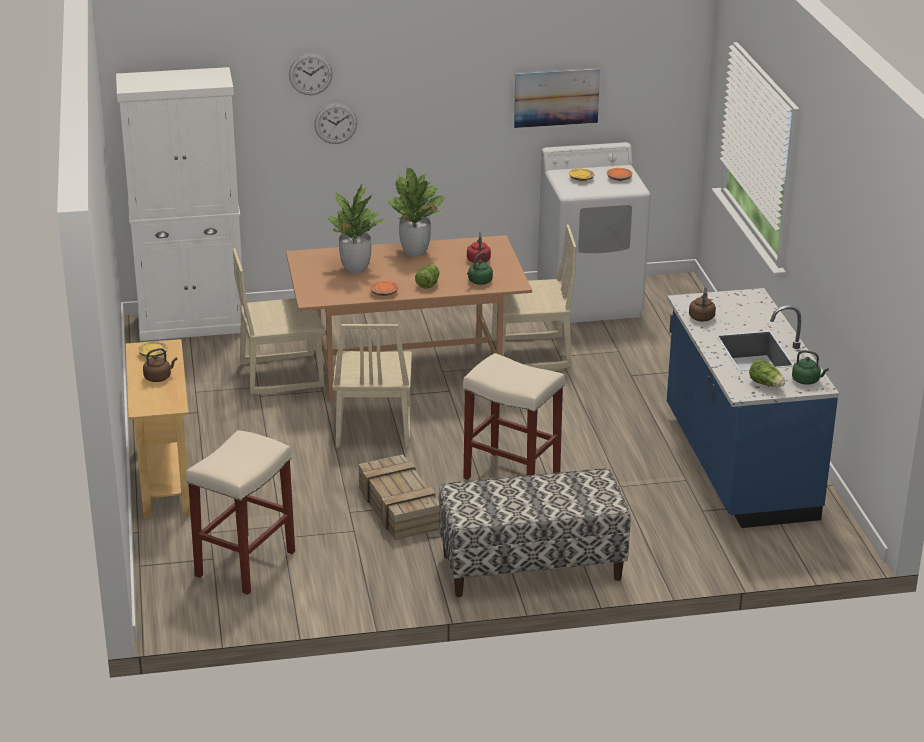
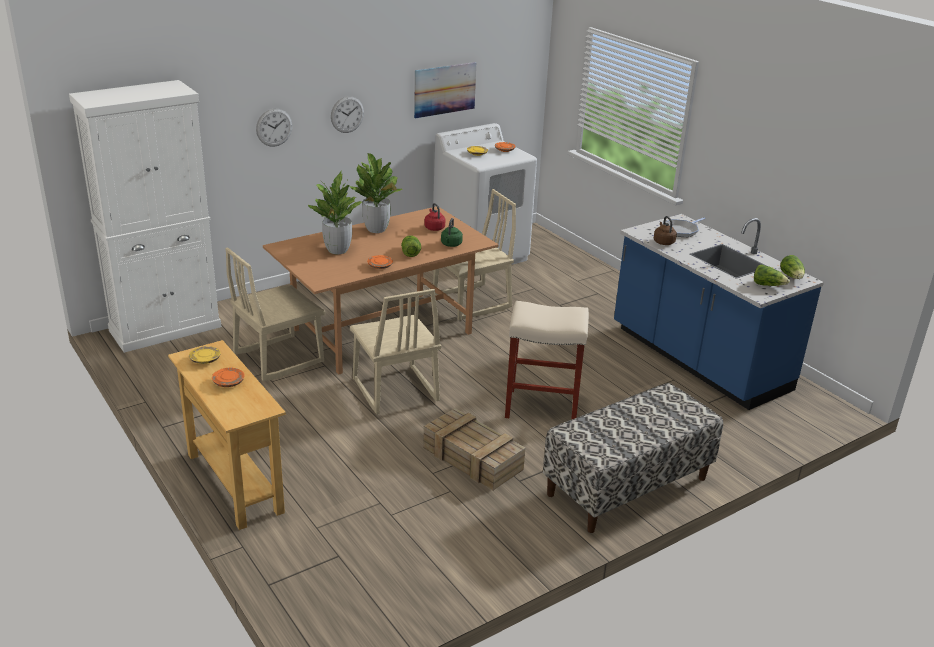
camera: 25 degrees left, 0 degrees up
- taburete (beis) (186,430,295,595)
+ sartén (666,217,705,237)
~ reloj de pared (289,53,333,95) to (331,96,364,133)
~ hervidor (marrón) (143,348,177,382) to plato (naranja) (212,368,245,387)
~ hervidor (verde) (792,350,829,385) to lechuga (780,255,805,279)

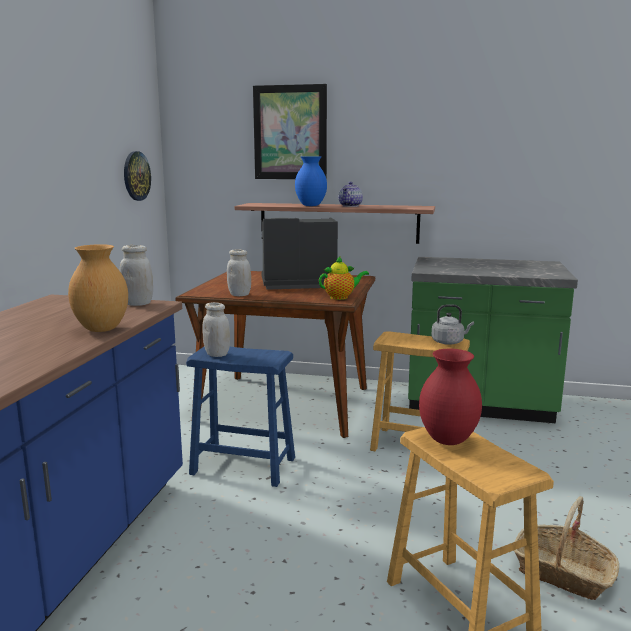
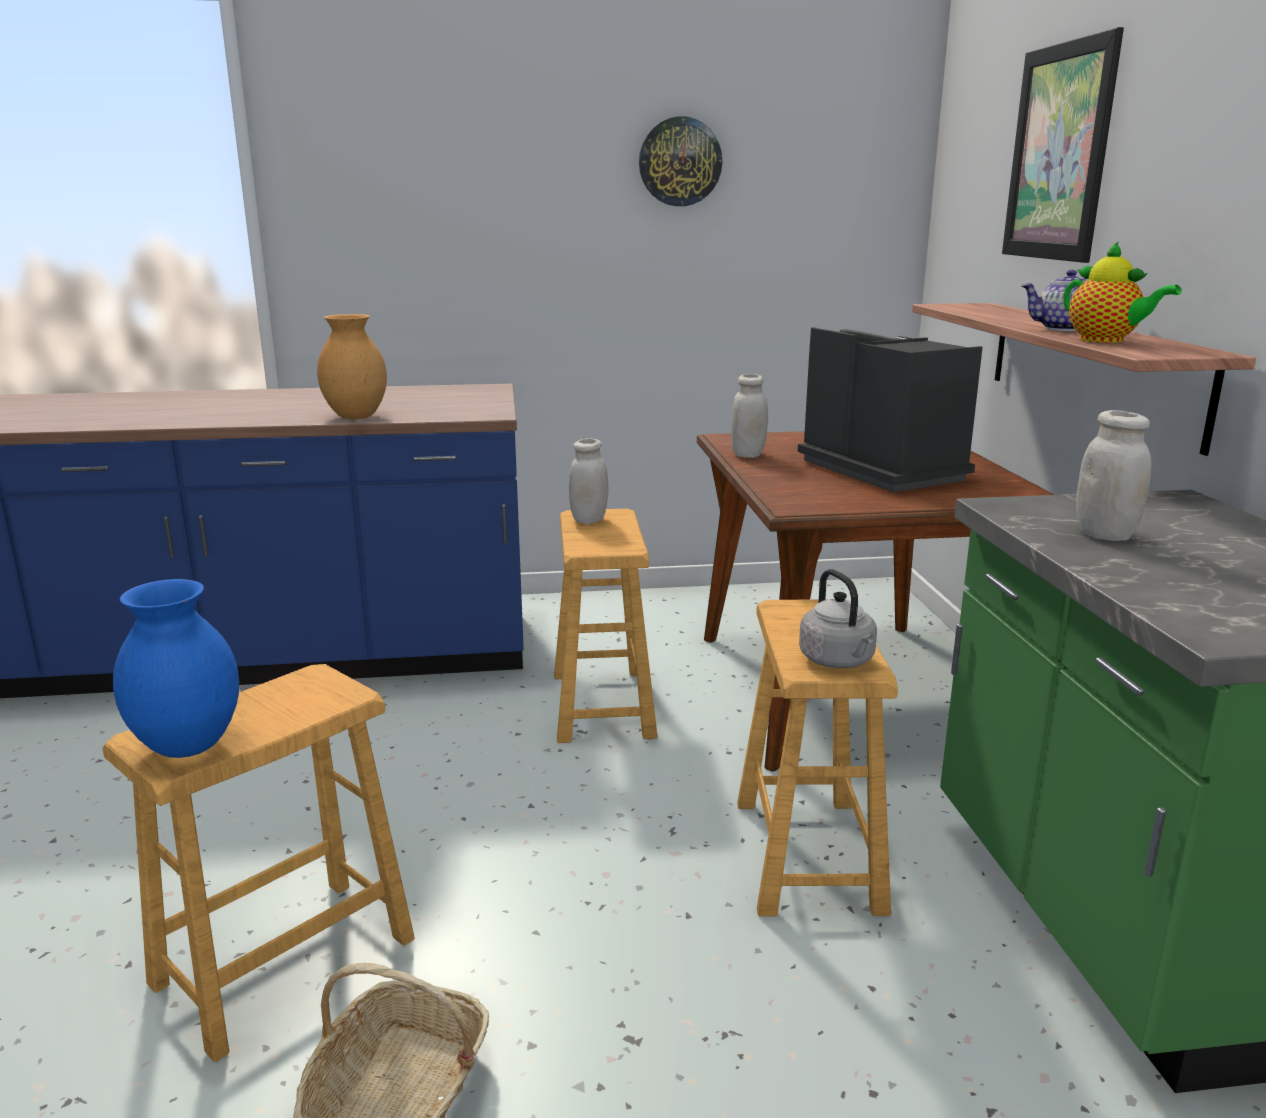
camera: 70 degrees right, 5 degrees up
- florero (rojo) (419,349,482,445)
~ tarro (blanco) (119,245,153,306) to (1076,410,1151,541)
~ reloj de pared (124,151,151,201) to (639,116,722,206)
~ florero (azul) (295,157,327,206) to (113,579,239,758)
~ tetera (319,256,369,300) to (1063,241,1182,343)
~ taburete (azul) (186,347,295,487) to taburete (marrón) (554,509,658,743)

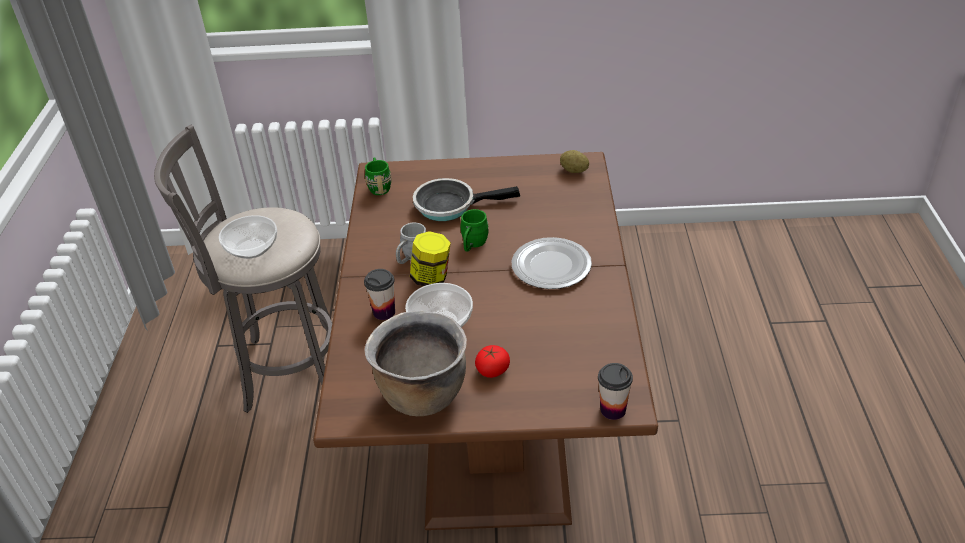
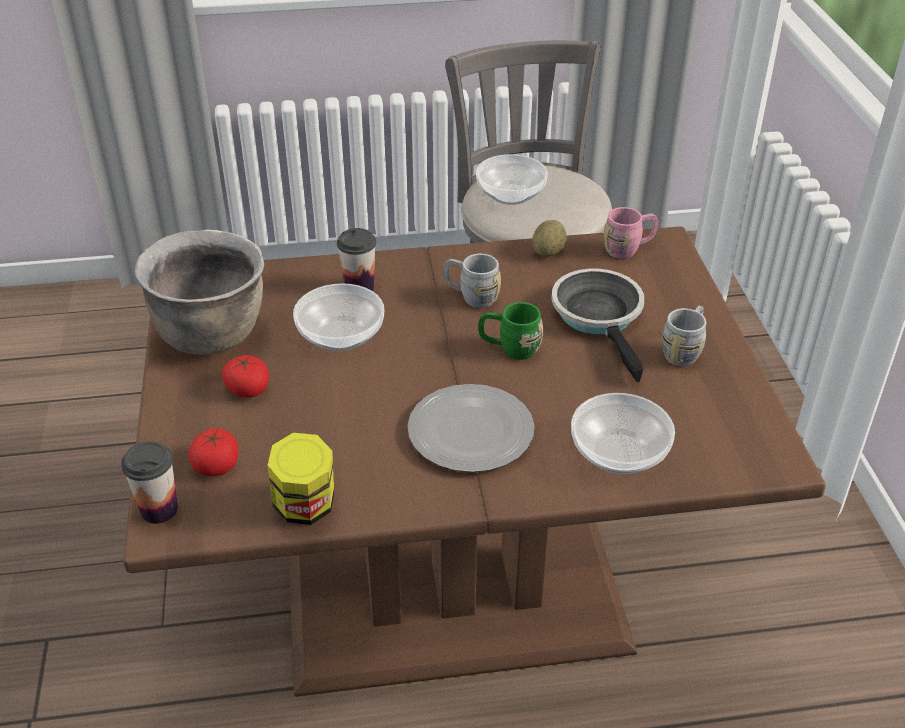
camera: 80 degrees right, 0 degrees up
+ tomate (188,428,238,476)
+ cuenco (571,393,675,474)
+ taza grande (gris) (662,306,706,366)
~ tarro (410,231,451,286) to (267,433,334,525)
~ patata (560,150,589,173) to (533,220,567,256)
~ taza grande (verde) (365,158,391,195) to taza grande (rosa) (604,207,658,259)

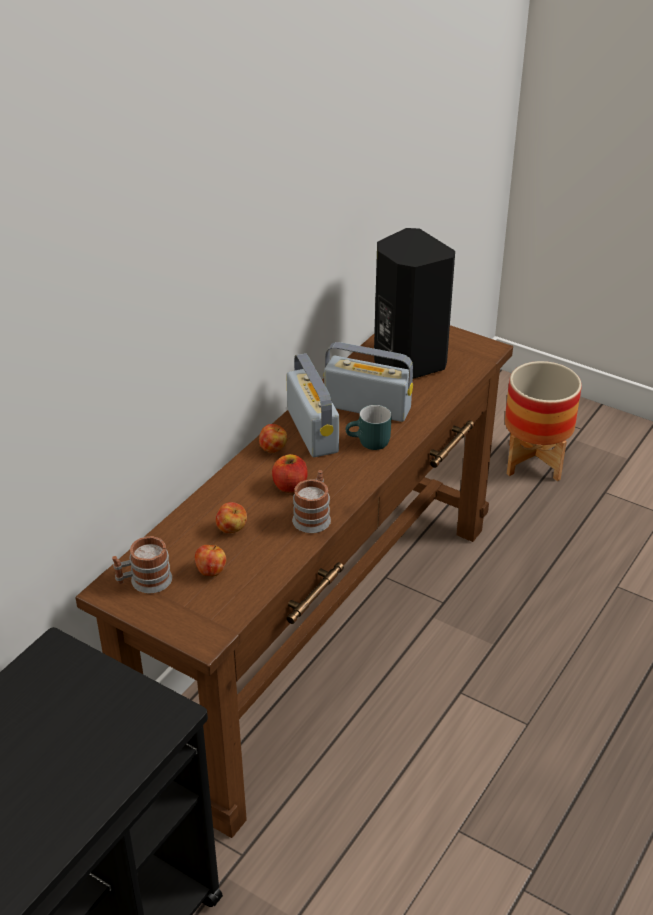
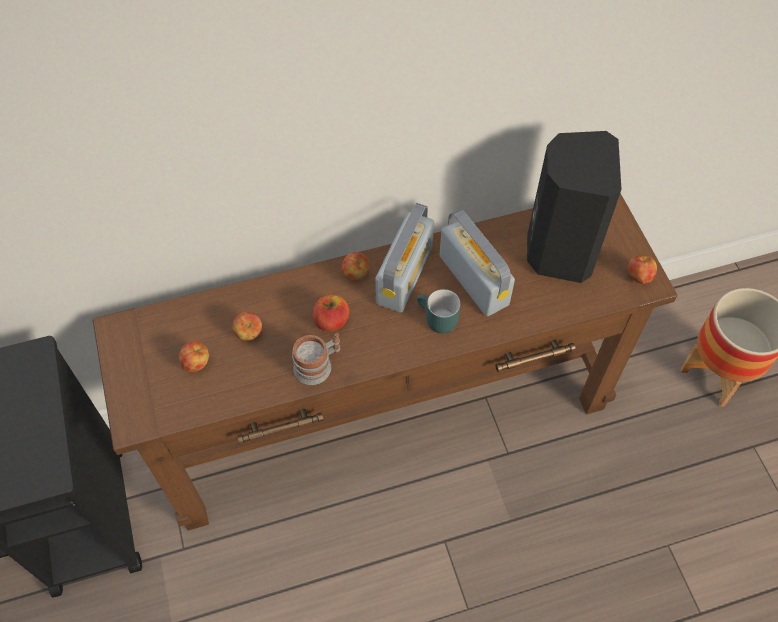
camera: 40 degrees right, 20 degrees up
- taza grande (112,536,172,593)
+ manzana (628,255,657,284)

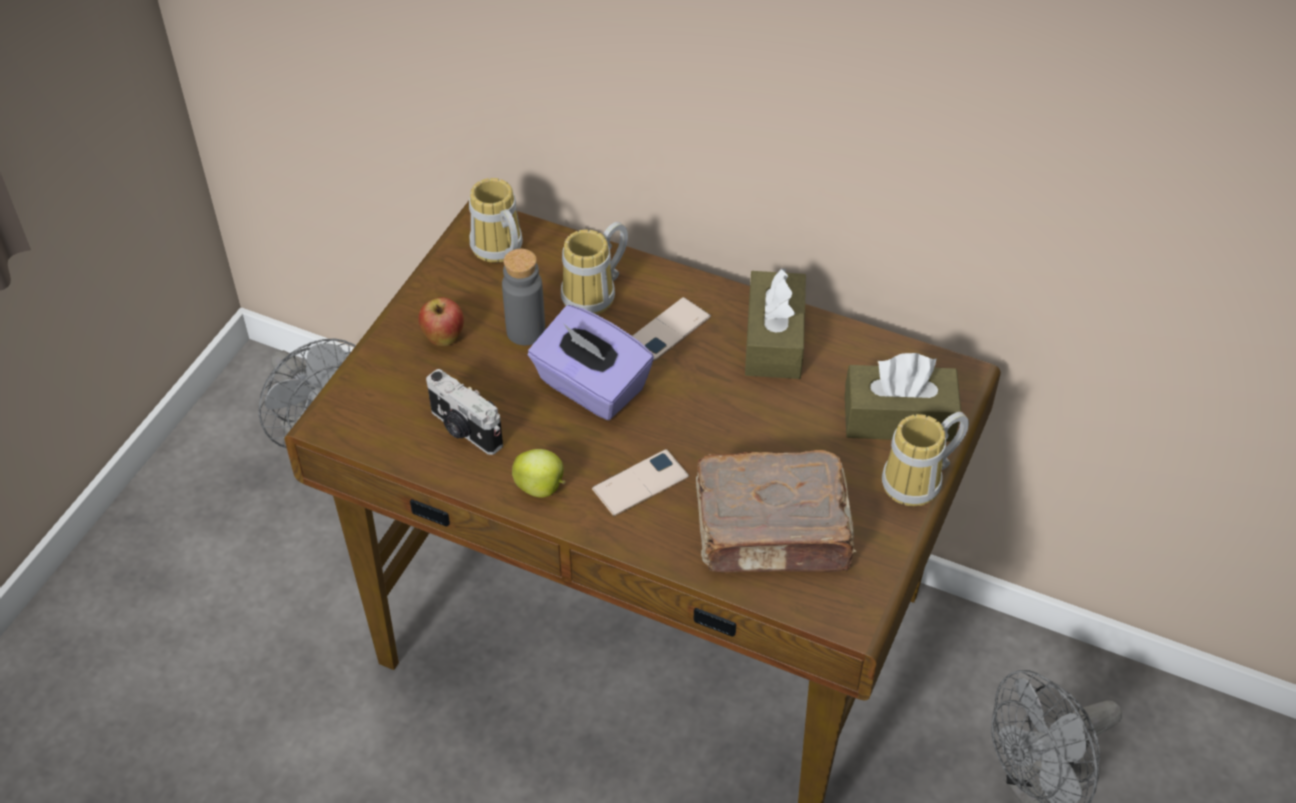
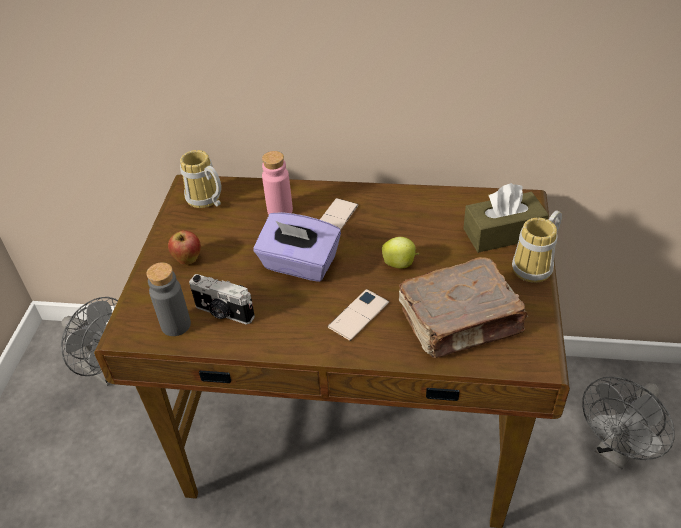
camera: 15 degrees left, 5 degrees down
- caja de pañuelos (marrón) (745,268,806,379)
~ botella (gris) (502,249,545,345) to (146,262,191,336)
~ manzana (512,449,566,498) to (382,237,419,269)
~ taza grande (561,222,628,315) to botella (rosa) (262,151,293,215)

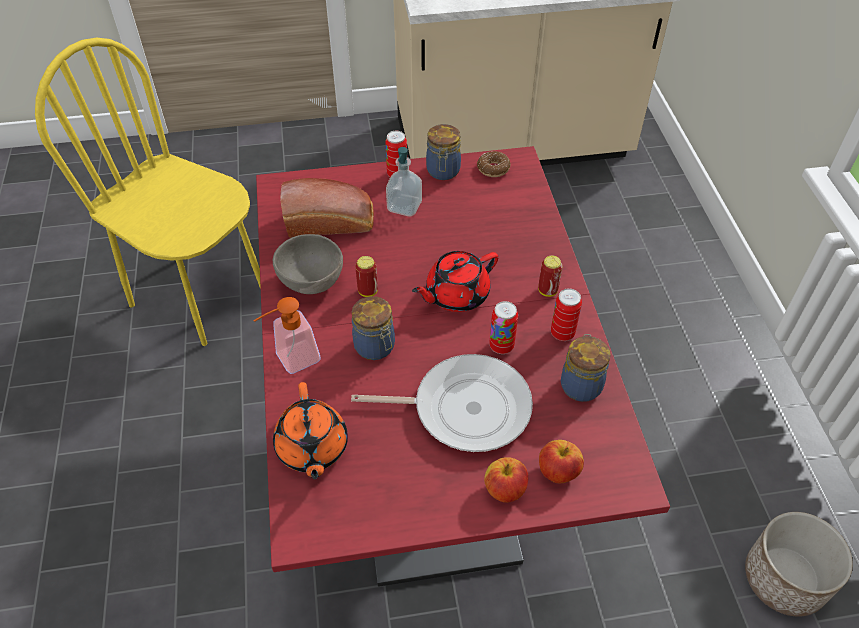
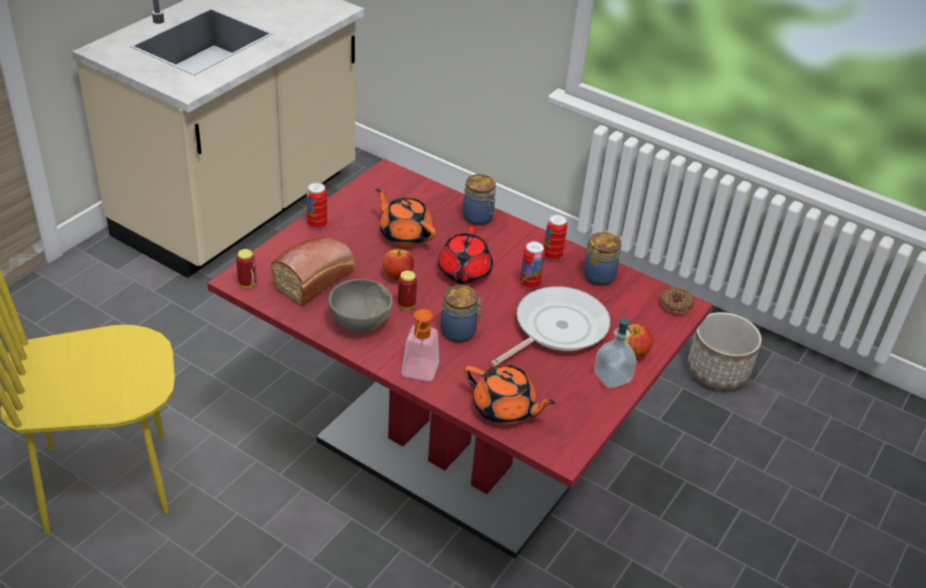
camera: 50 degrees left, 10 degrees down
+ tetera (naranja) (375,189,436,246)
~ dispensador de jabón (386,147,422,217) to (594,318,637,388)
~ tarro (426,124,461,180) to (462,174,496,225)
~ rosquilla (477,151,511,177) to (660,287,694,314)
~ lata (538,255,563,297) to (236,249,257,288)
~ manzana (539,440,584,483) to (382,249,414,281)

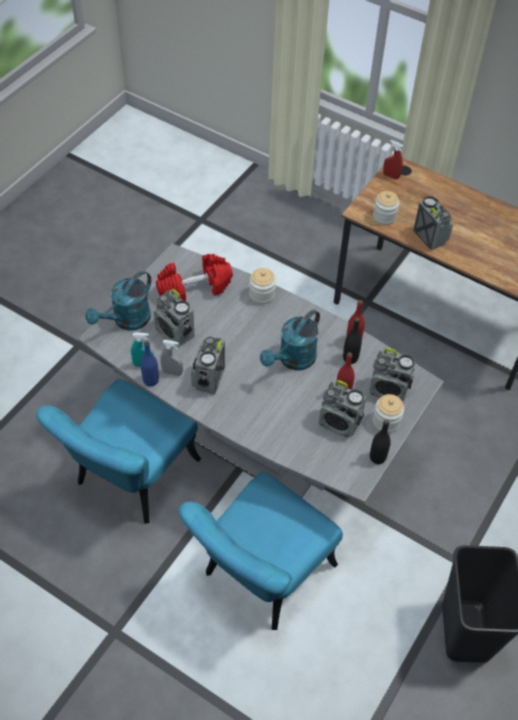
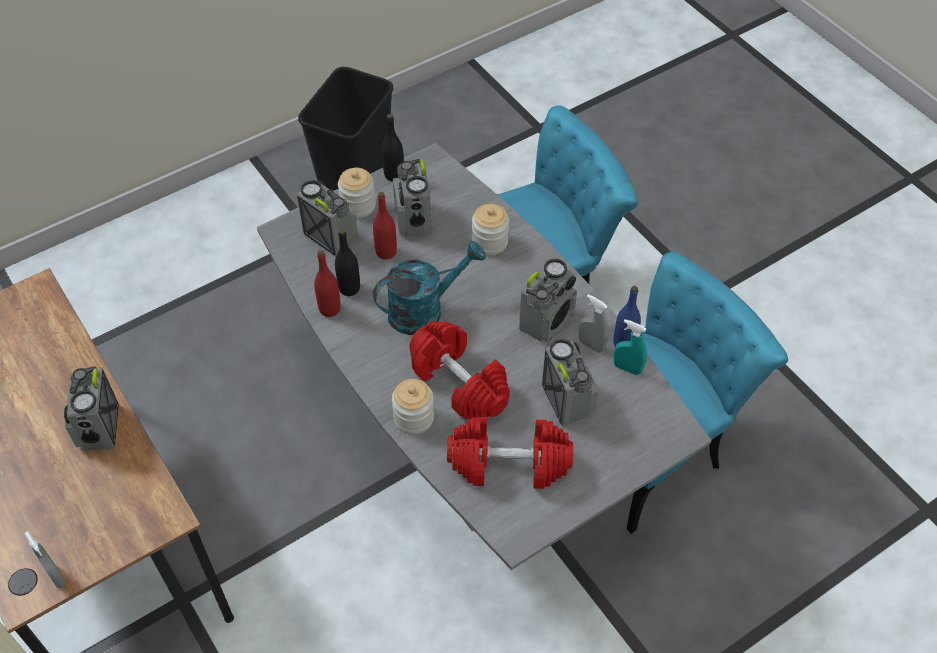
camera: 155 degrees left, 0 degrees up
- regadera (turquesa) (85,270,151,331)
+ mancuerna (rojo) (410,321,510,420)
~ tarro (373,191,400,225) to (472,204,509,255)
~ pulverizador (rojo) (383,140,403,179) to pulverizador (gris) (24,531,66,588)
~ radio (319,380,366,438) = (393,159,432,236) 150 degrees counterclockwise

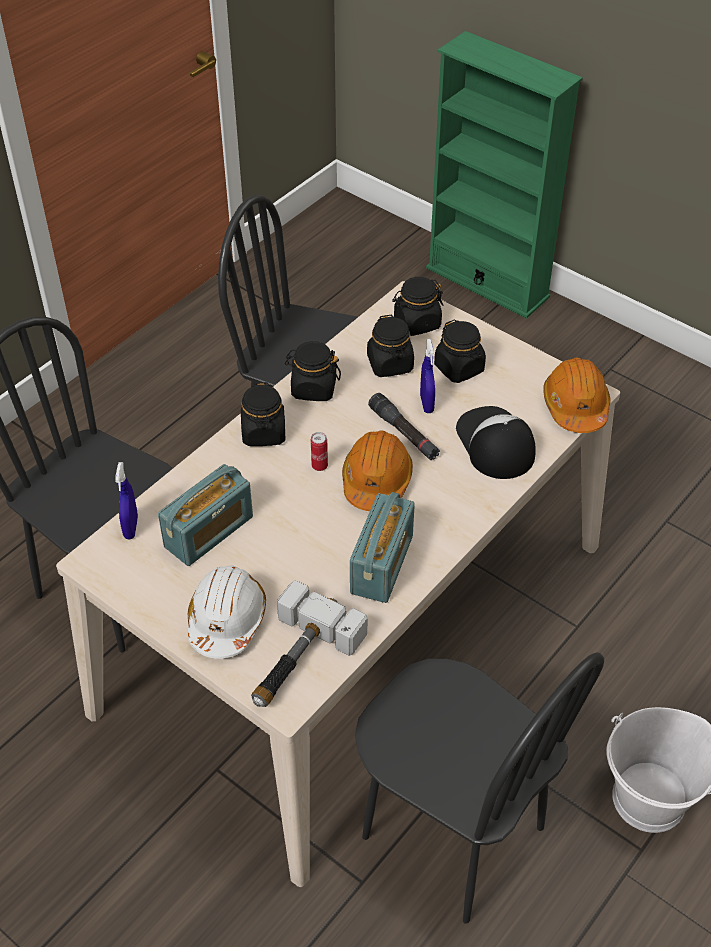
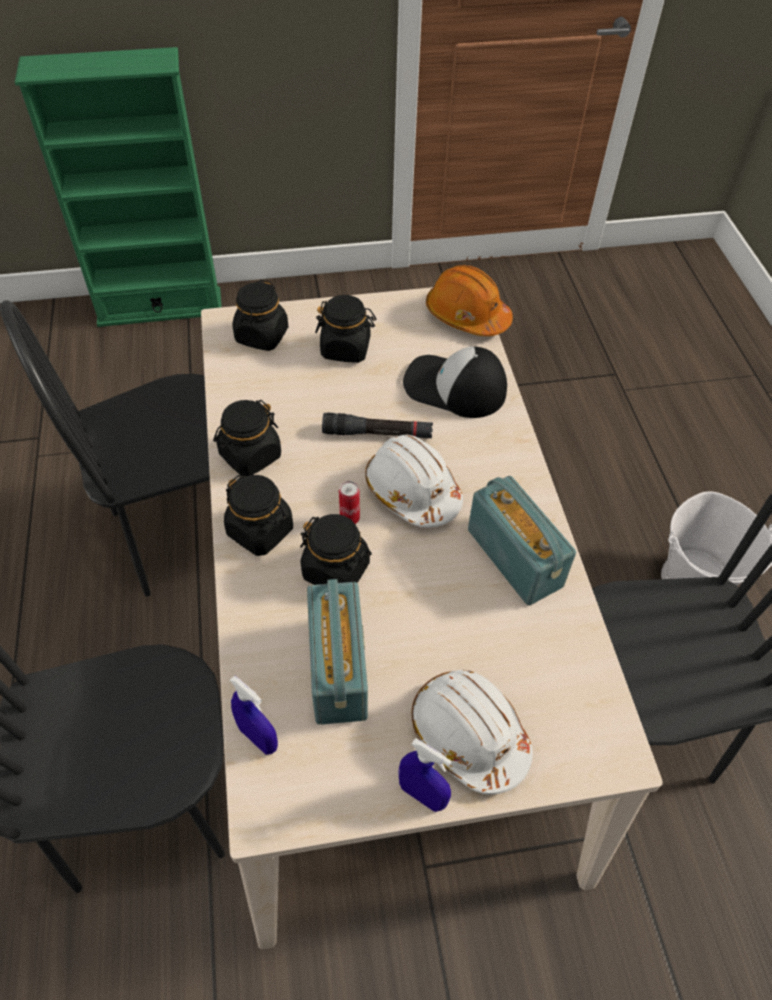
camera: 50 degrees left, 5 degrees up
- martillo (251,580,367,707)
~ tarro (negro) (367,315,414,377) to (300,514,372,585)
~ pulverizador (azul) (420,339,435,413) to (398,738,452,812)
~ casco (naranja) (342,431,413,511) to casco (blanco) (365,435,463,528)

